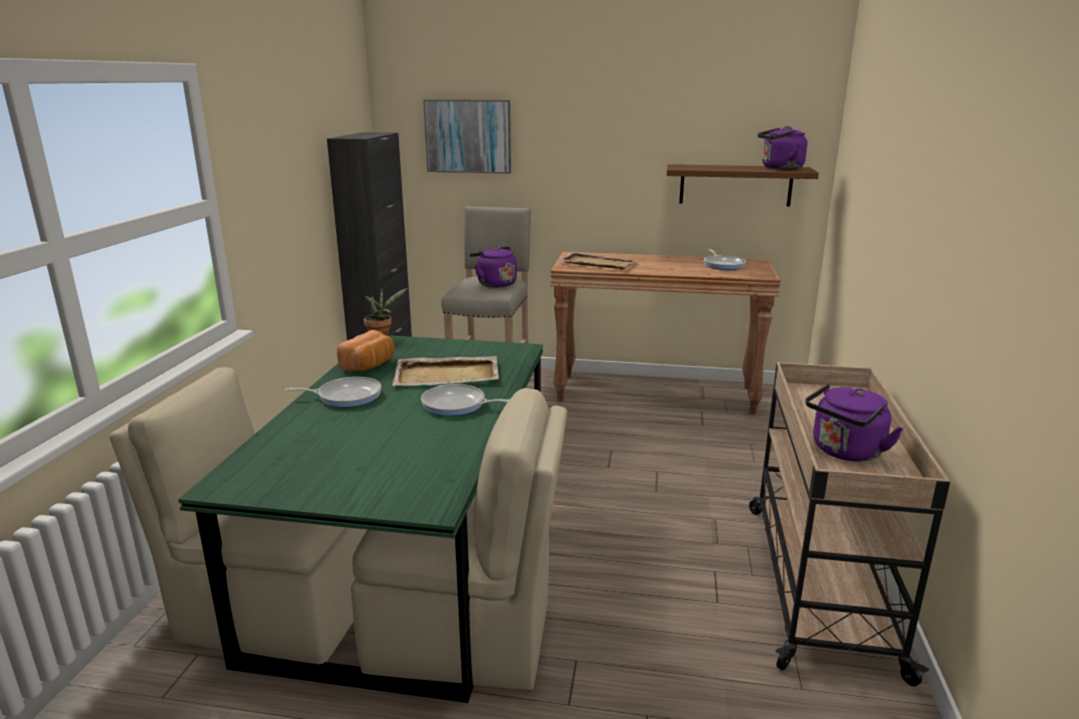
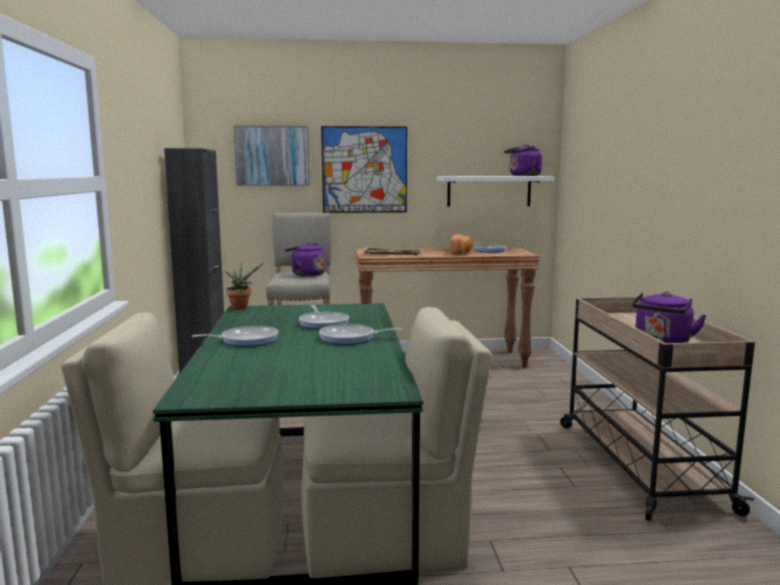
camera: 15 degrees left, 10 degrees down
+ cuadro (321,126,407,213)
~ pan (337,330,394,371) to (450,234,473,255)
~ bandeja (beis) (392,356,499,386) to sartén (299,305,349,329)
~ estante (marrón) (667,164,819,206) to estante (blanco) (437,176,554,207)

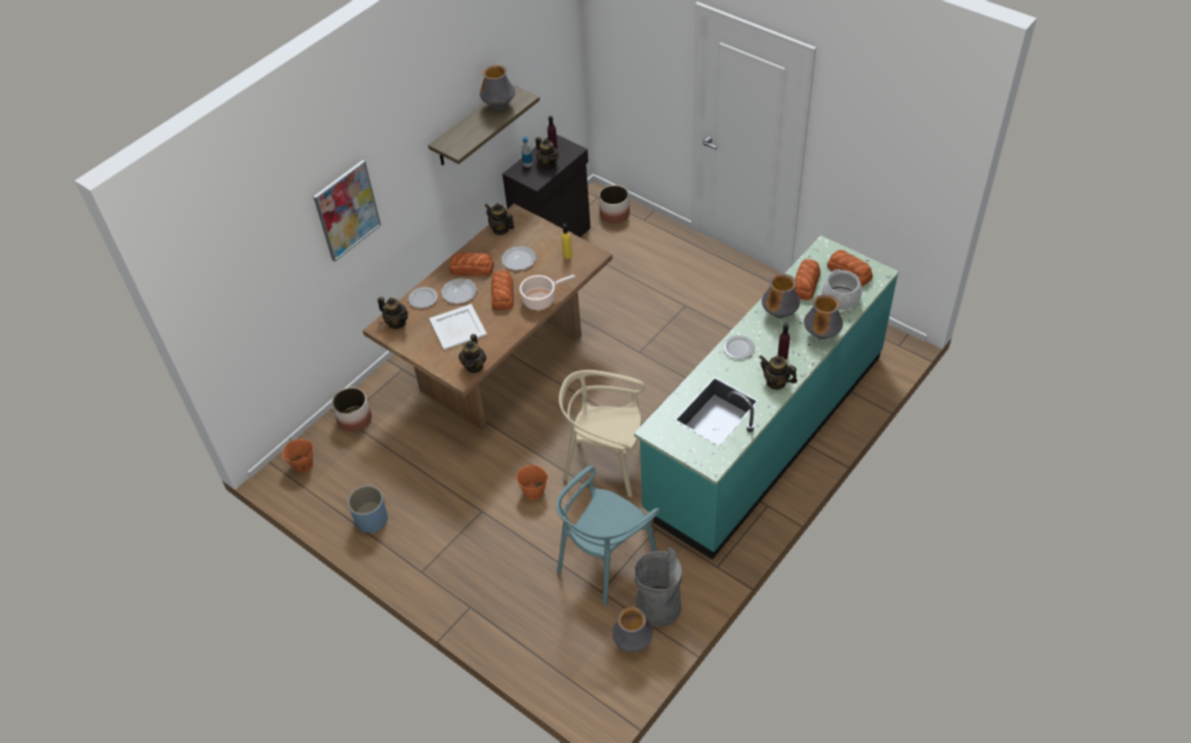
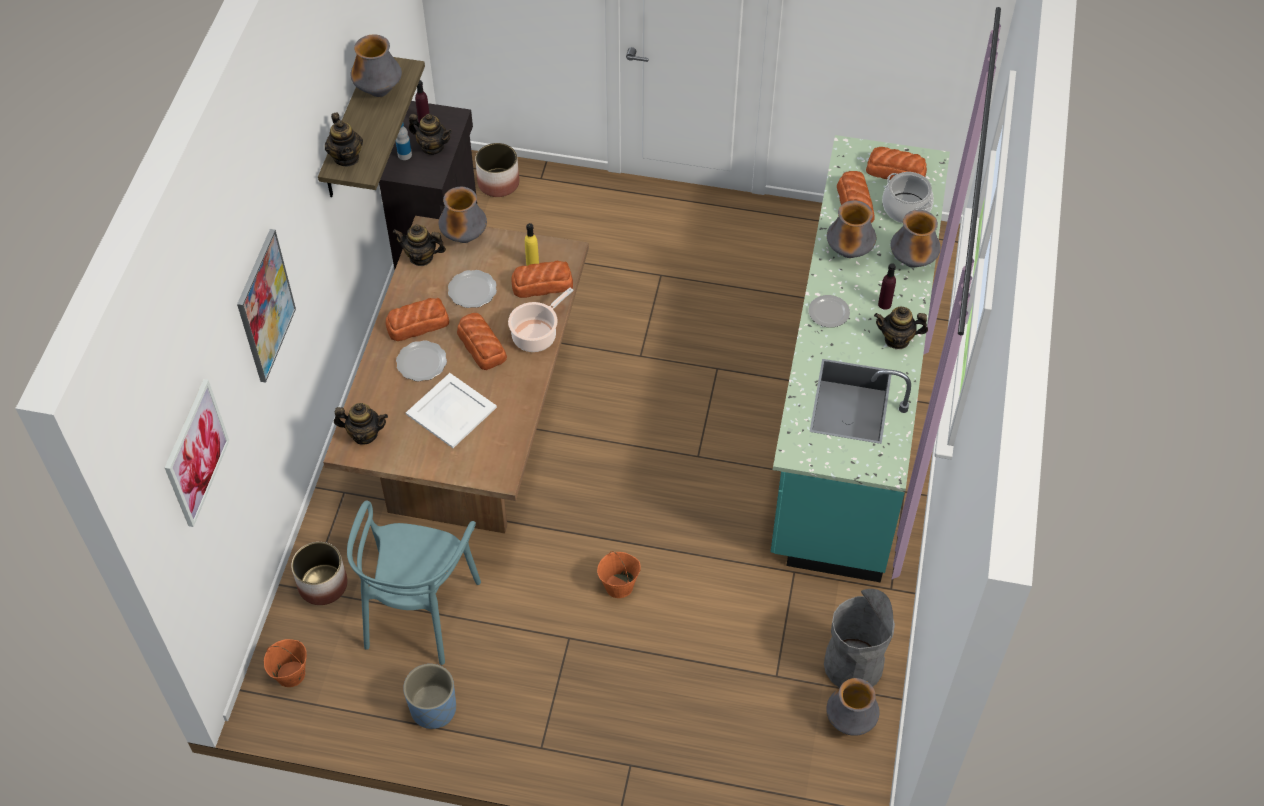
camera: 30 degrees left, 5 degrees up
- plato (408,287,438,308)
- silla (beis) (559,370,645,497)
+ cuadro (165,379,229,527)
+ florero (439,187,487,243)
+ pan (511,261,573,298)
~ tetera (459,334,486,373) to (325,113,363,167)
~ silla (turquesa) (556,466,660,606) to (347,501,481,665)

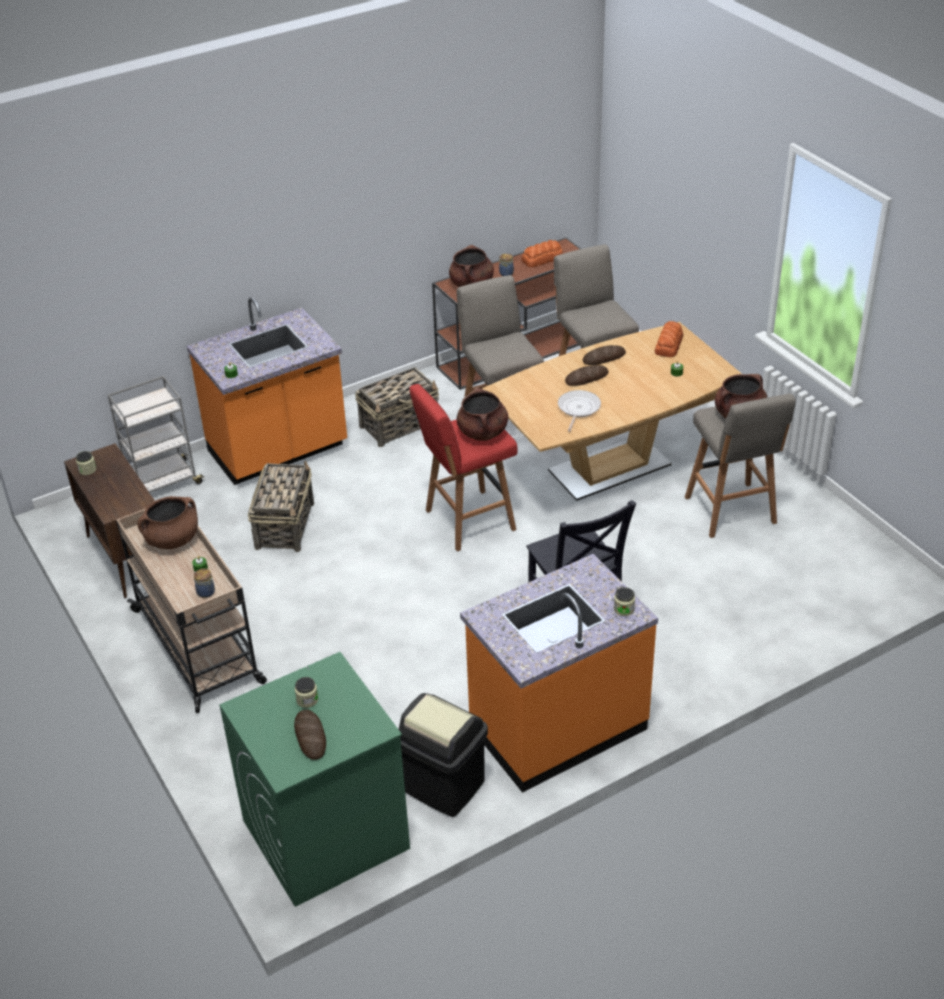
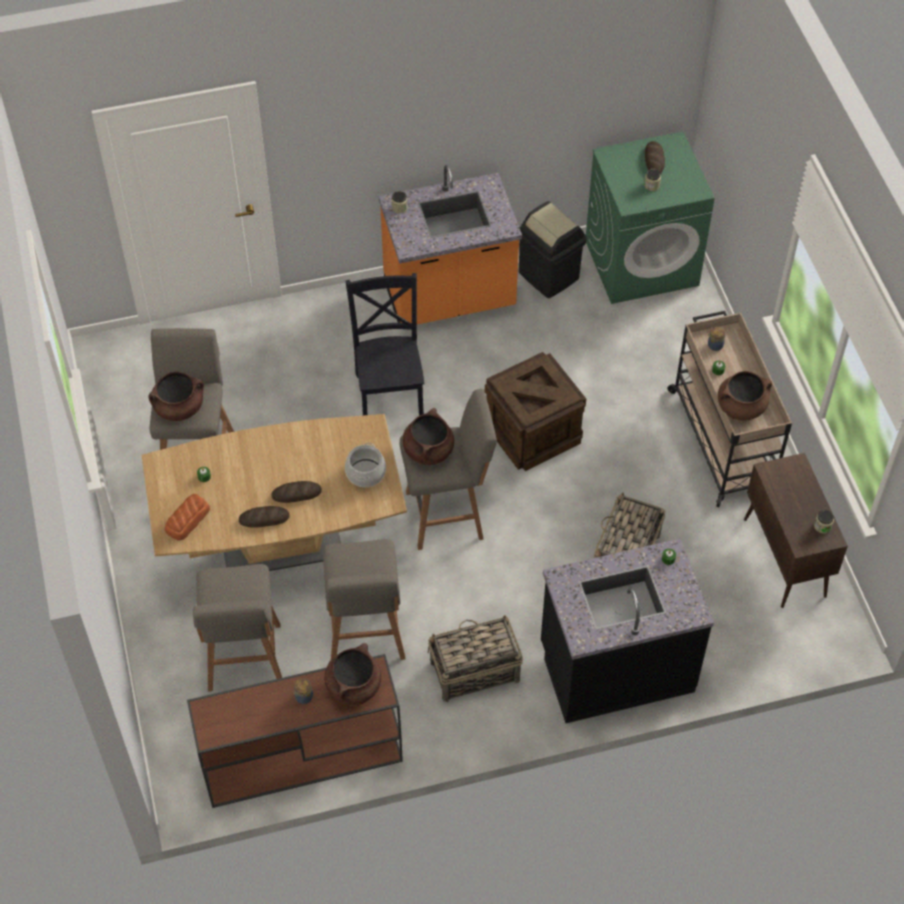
camera: 165 degrees left, 15 degrees up
- carrito (gris) (108,376,205,493)
- pan (522,240,563,267)
- sartén (558,390,601,432)
+ olla (345,443,386,487)
+ caja de embalaje (485,352,586,471)
~ mueble bajo de cocina (naranja) (187,297,347,485) to mueble bajo de cocina (negro) (541,539,714,723)
~ taburete (rojo) (410,384,518,552) to taburete (gris) (400,389,497,550)

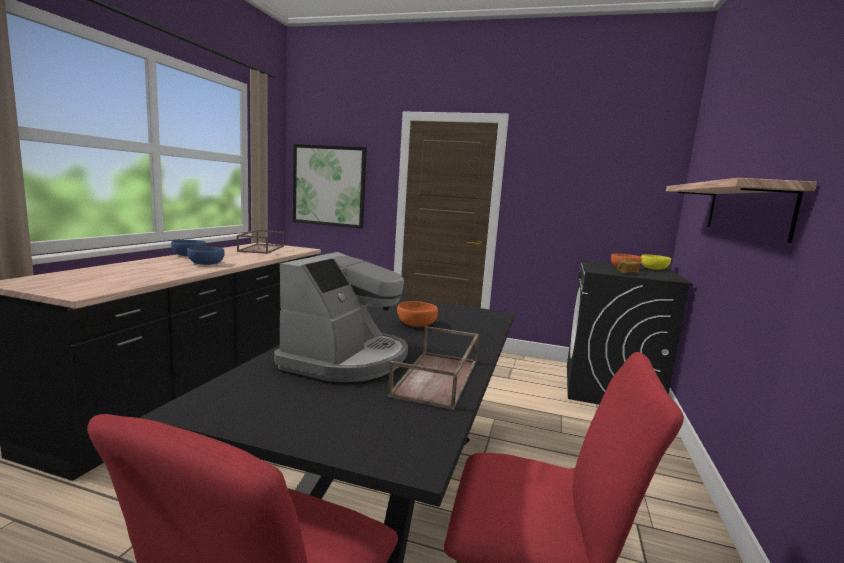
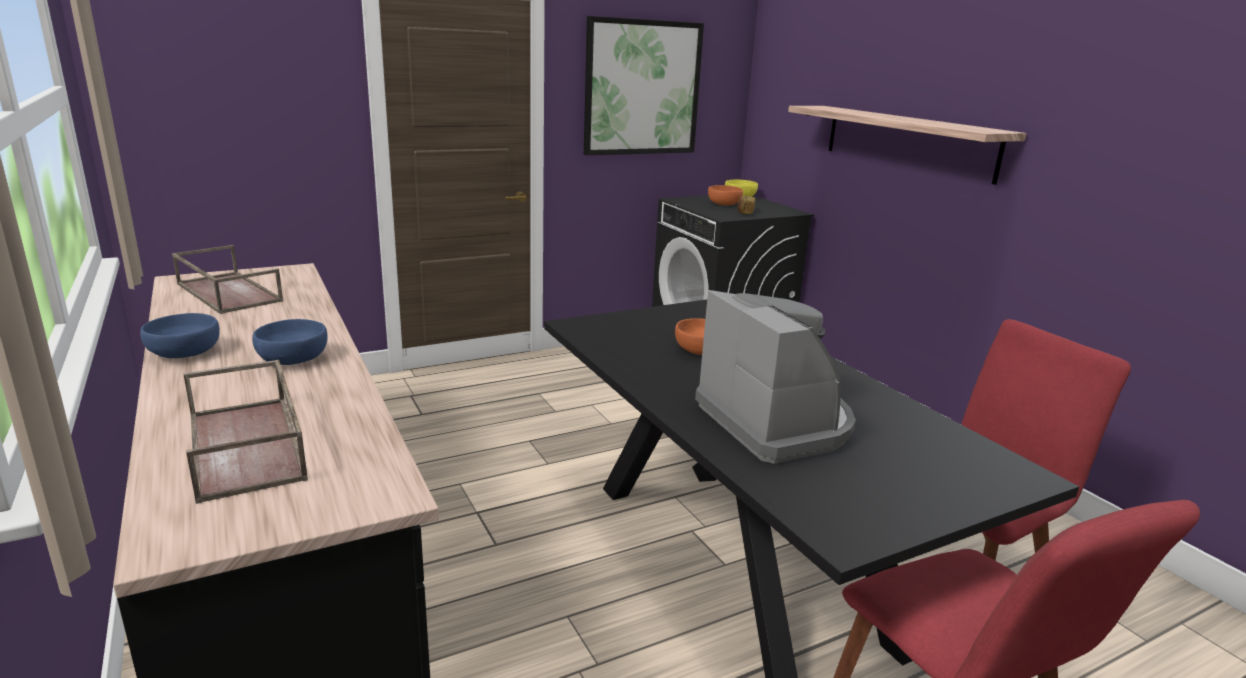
camera: 45 degrees left, 10 degrees up
~ cuadro (293,144,366,229) to (584,16,704,155)
~ bandeja (marrón) (388,326,479,410) to (183,360,308,504)

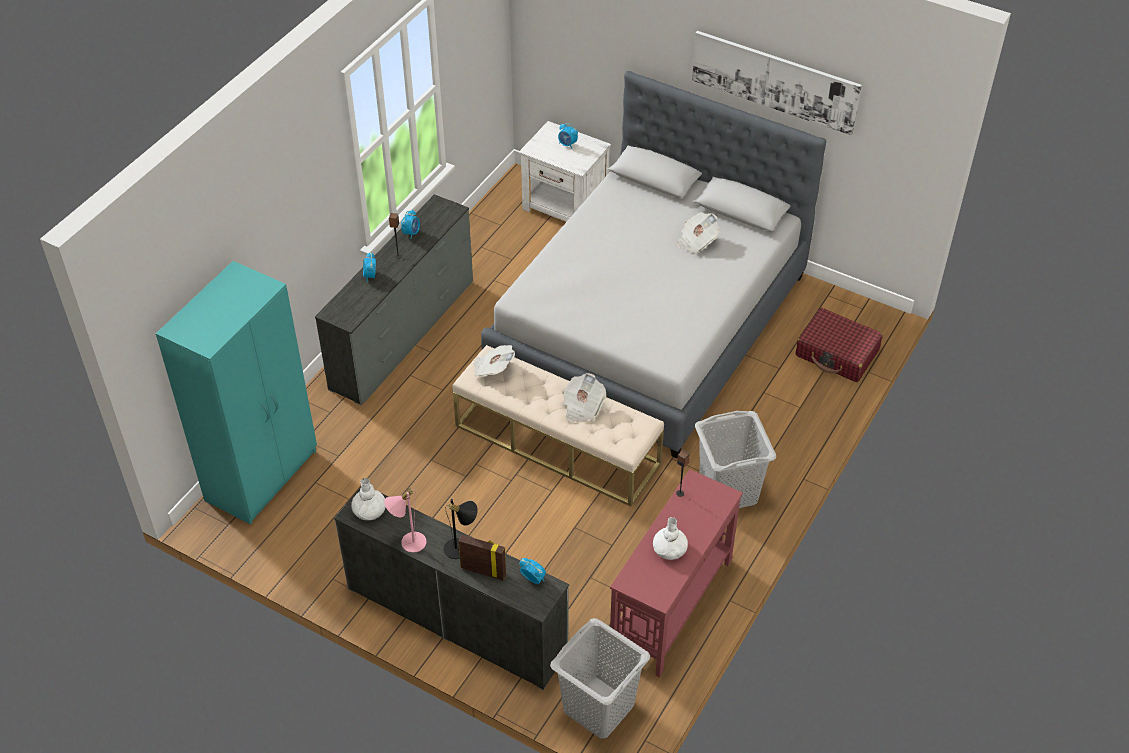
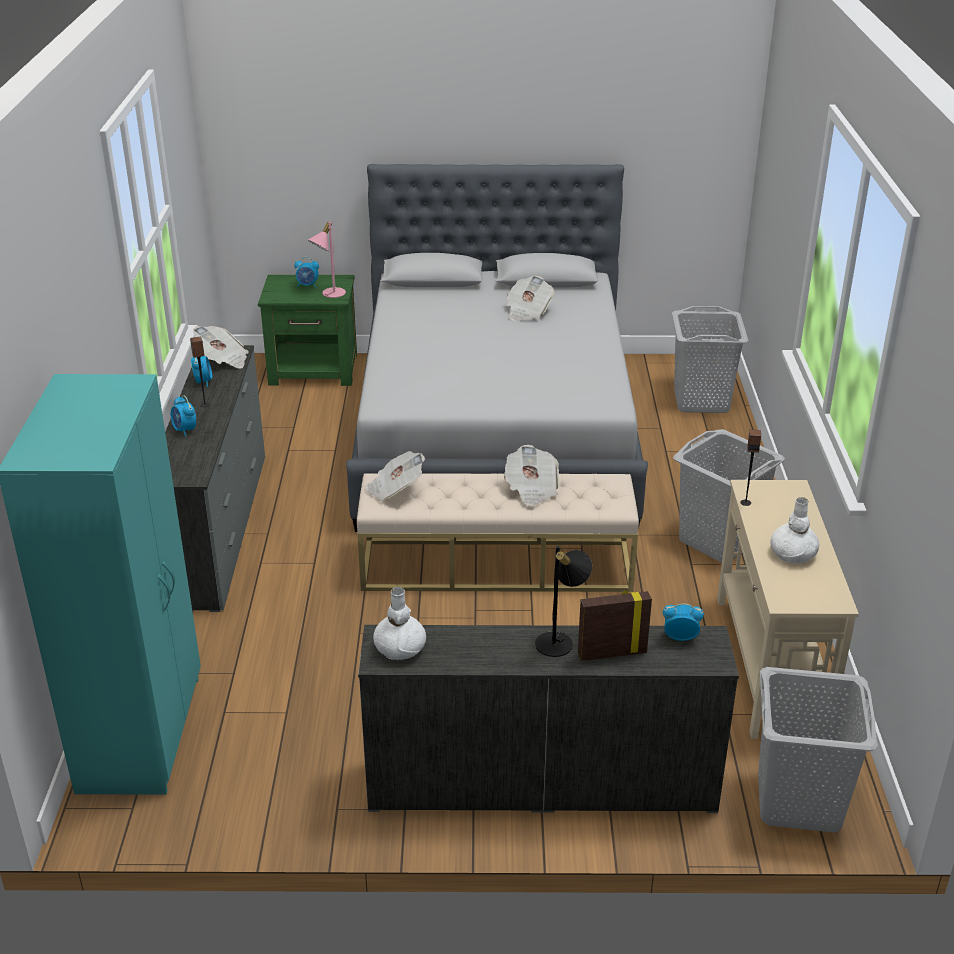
camera: 30 degrees left, 15 degrees down
- cuadro (692,31,862,136)
+ periódico (193,326,249,369)
~ lámpara de mesa (rosa) (384,488,426,553) to (308,221,346,298)
~ maleta (rojo) (795,308,883,382) to cesto de la ropa (gris) (672,306,748,413)
~ mesita de noche (blanco) (518,121,611,222) to mesita de noche (verde) (258,275,357,386)
~ mesa consola (rojo) (610,469,743,677) to mesa consola (beis) (717,480,859,739)

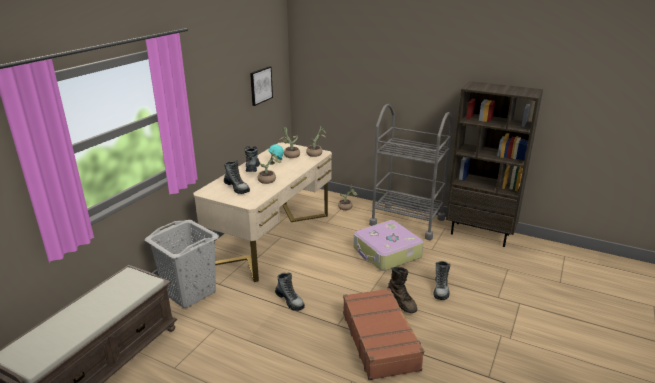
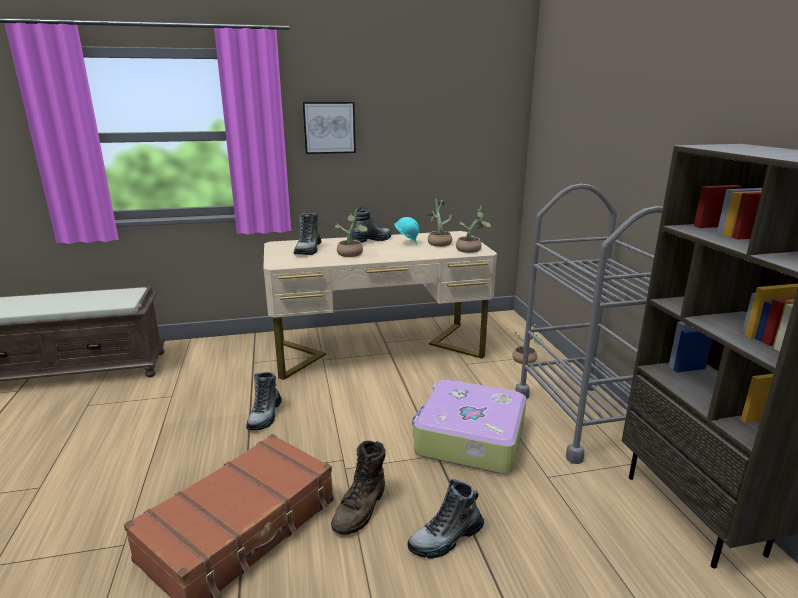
camera: 50 degrees right, 5 degrees down
- cesto de la ropa (gris) (145,220,219,308)
~ cuadro (250,66,273,106) to (303,102,356,154)

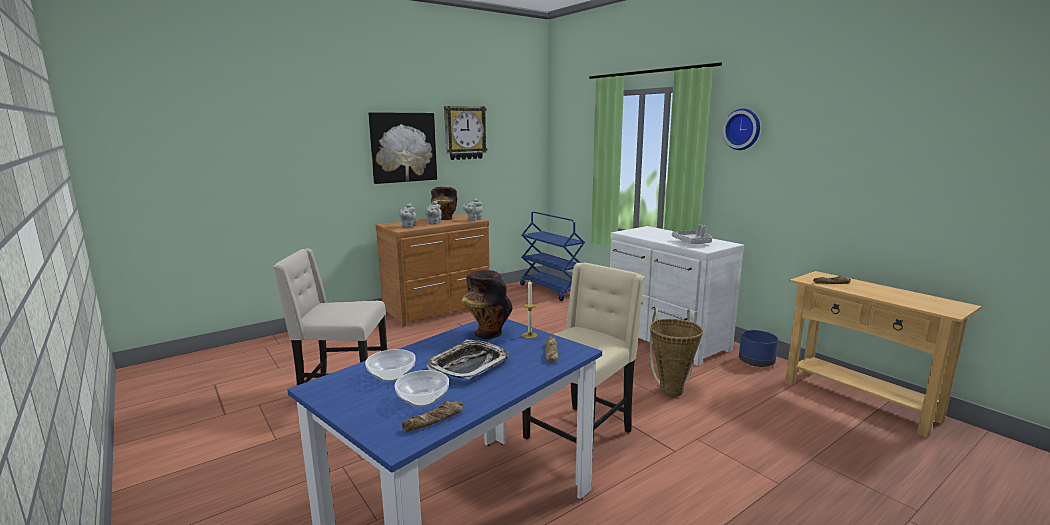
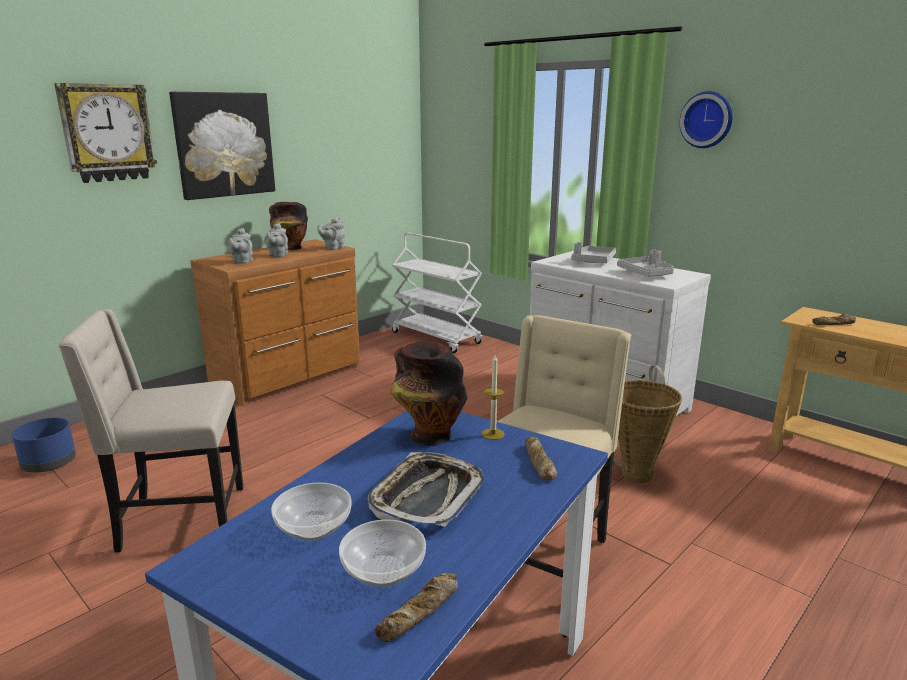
camera: 10 degrees left, 5 degrees up
+ bandeja (gris) (571,242,616,263)
~ reloj de pared (444,106,488,160) to (54,83,157,183)
~ maceta (azul) (739,330,778,367) to (12,417,76,472)
~ carrito (azul) (520,212,585,301) to carrito (blanco) (392,232,483,353)

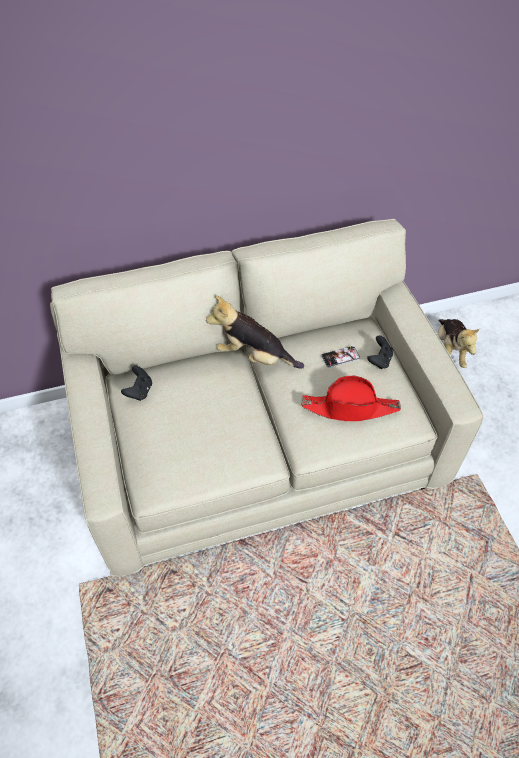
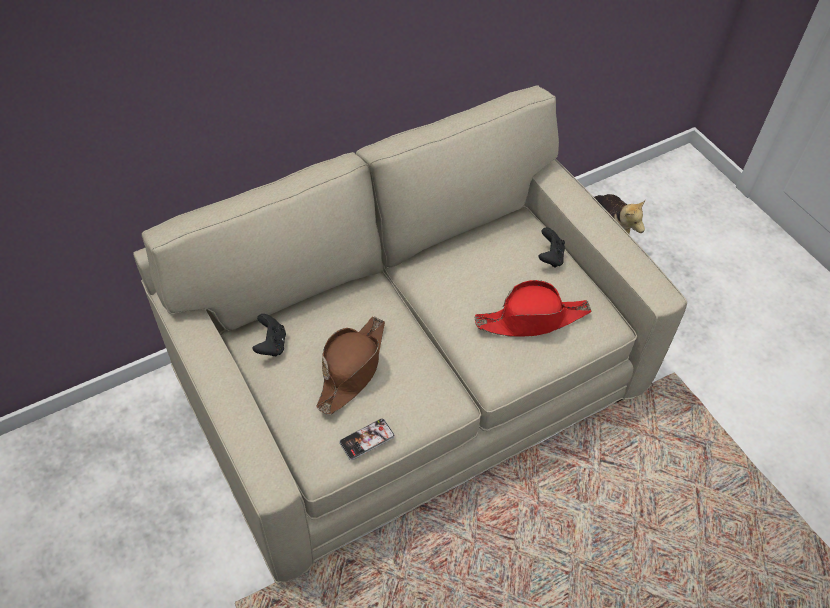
camera: 15 degrees left, 0 degrees up
- peluche (206,295,304,369)
+ sombrero (marrón) (316,316,385,415)
~ móvil (321,346,360,368) to (339,419,395,460)

